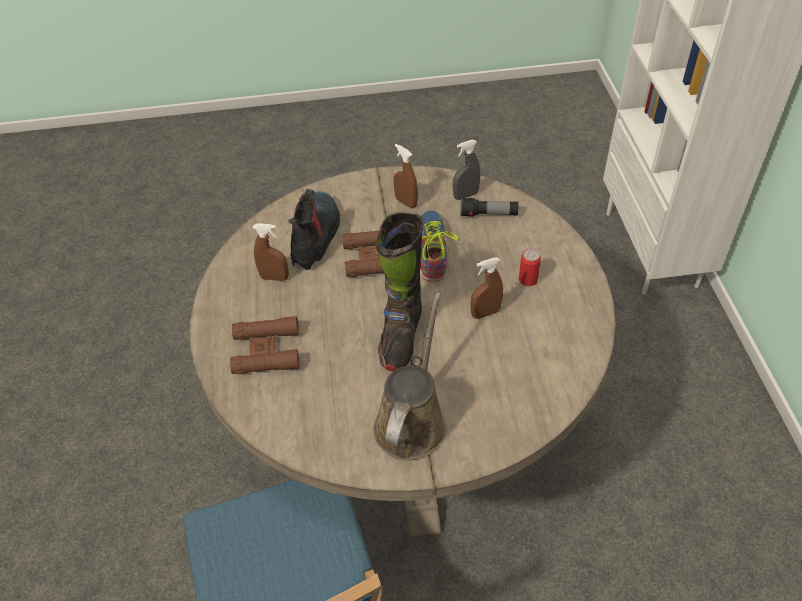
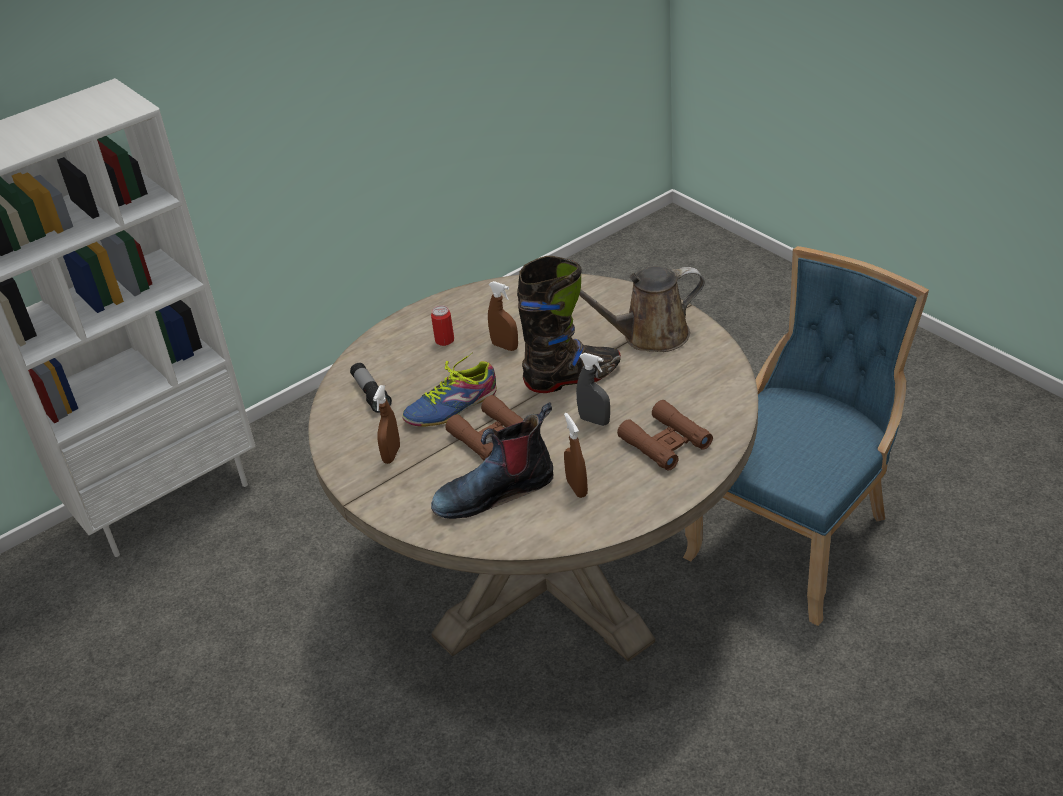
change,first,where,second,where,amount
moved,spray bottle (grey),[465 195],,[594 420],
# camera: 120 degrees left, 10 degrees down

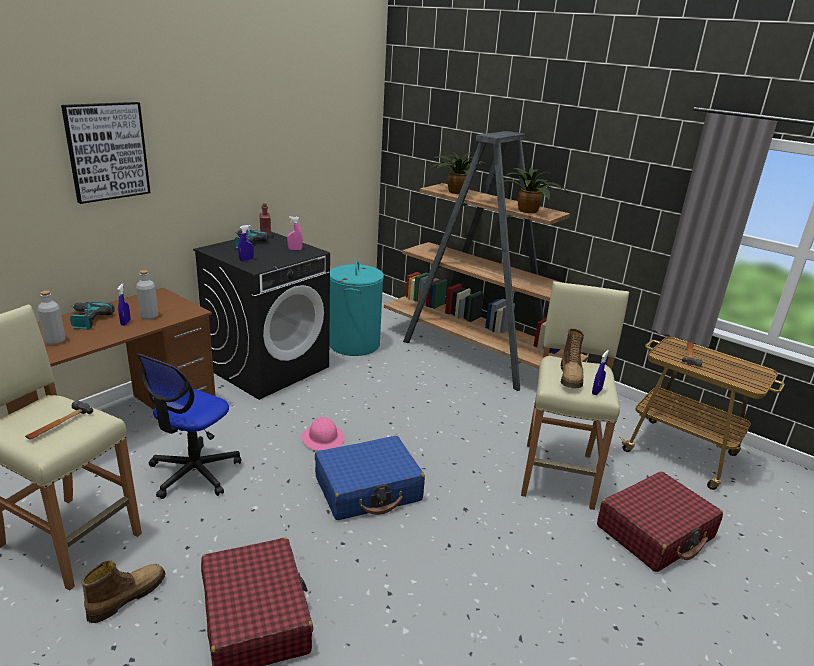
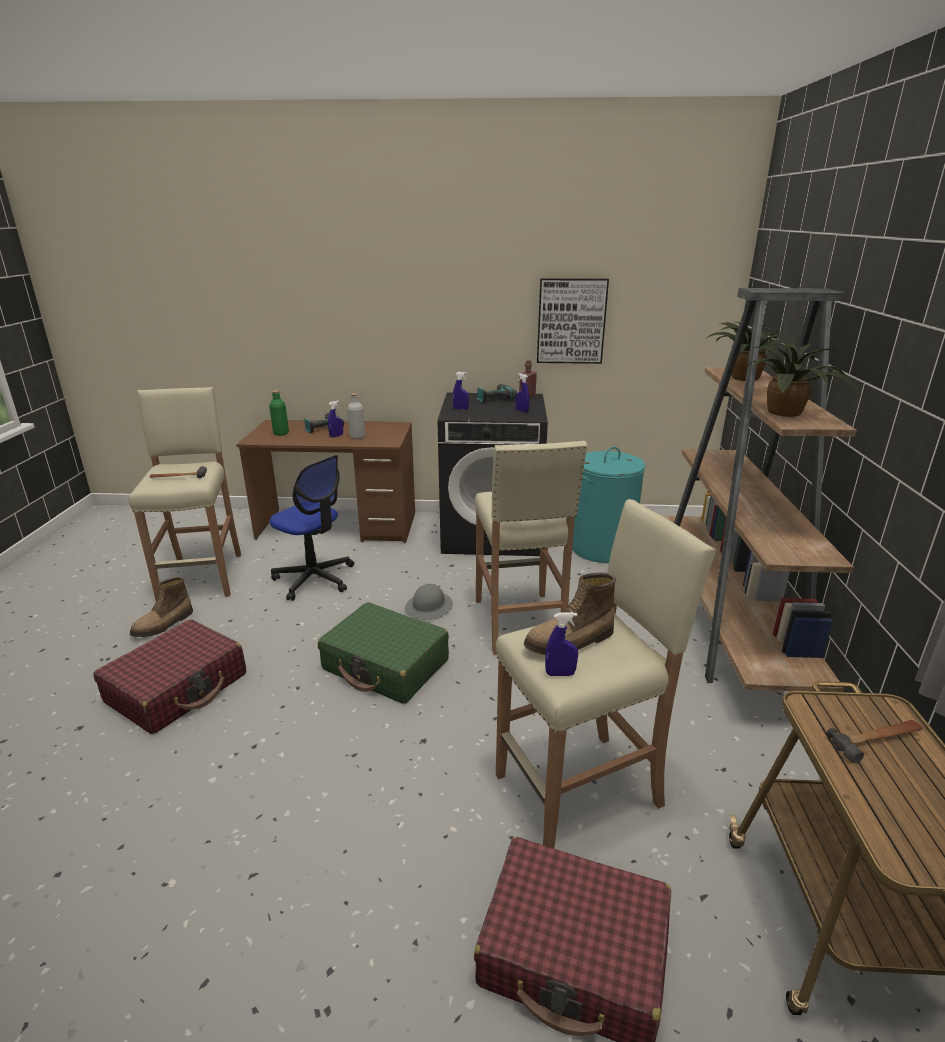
change,first,where,second,where,amount
moved,picture,[107 151],,[571 321],
recoloured,spray bottle (pink),[295 249],spray bottle (blue),[522 411],
recoloured,bottle (grey),[55 341],bottle (green),[281 433],
turned,office chair,[194 473],,[314 579],135 degrees counterclockwise
recoloured,hard hat (pink),[323 438],hard hat (grey),[429 607],
recoloured,suitcase (blue),[368 489],suitcase (green),[386 665],
turned,boot,[126 596],,[164 625],120 degrees clockwise
added,,,stool (beige),[519 623],
# camera: 55 degrees right, 0 degrees up

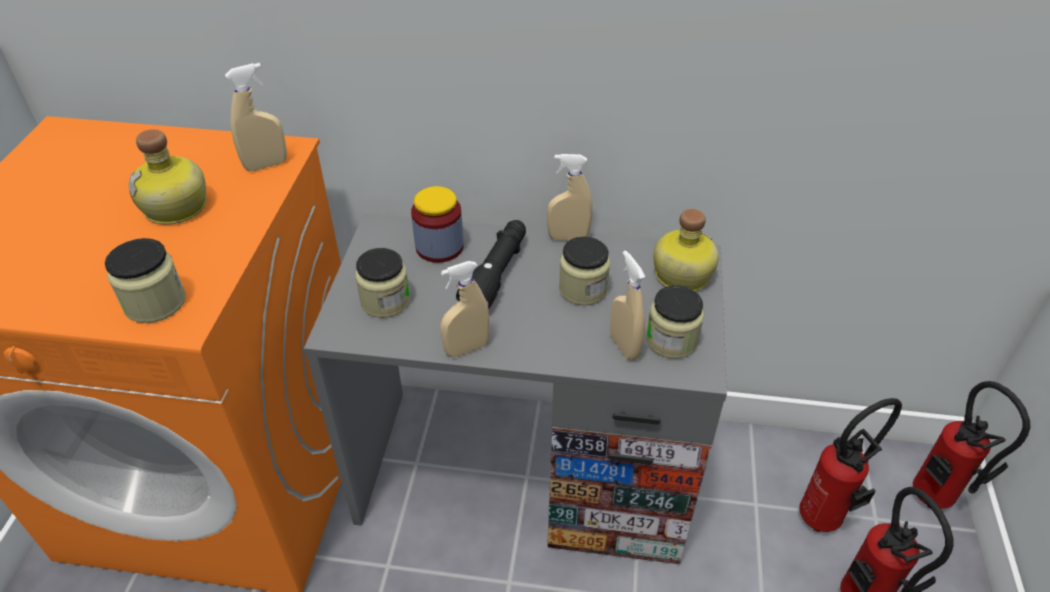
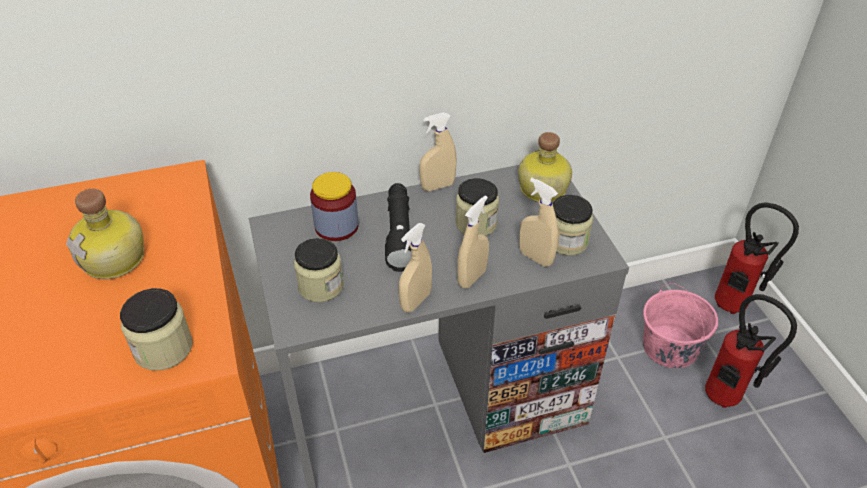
change,first,where,second,where,amount
moved,spray bottle (beige),[266 165],,[472 278],
replaced,fire extinguisher,[826 517],bucket (pink),[670 347],
# camera: 25 degrees left, 0 degrees up

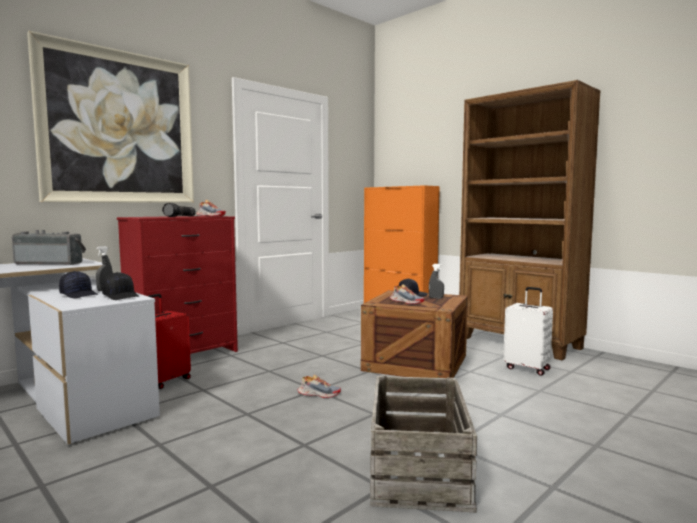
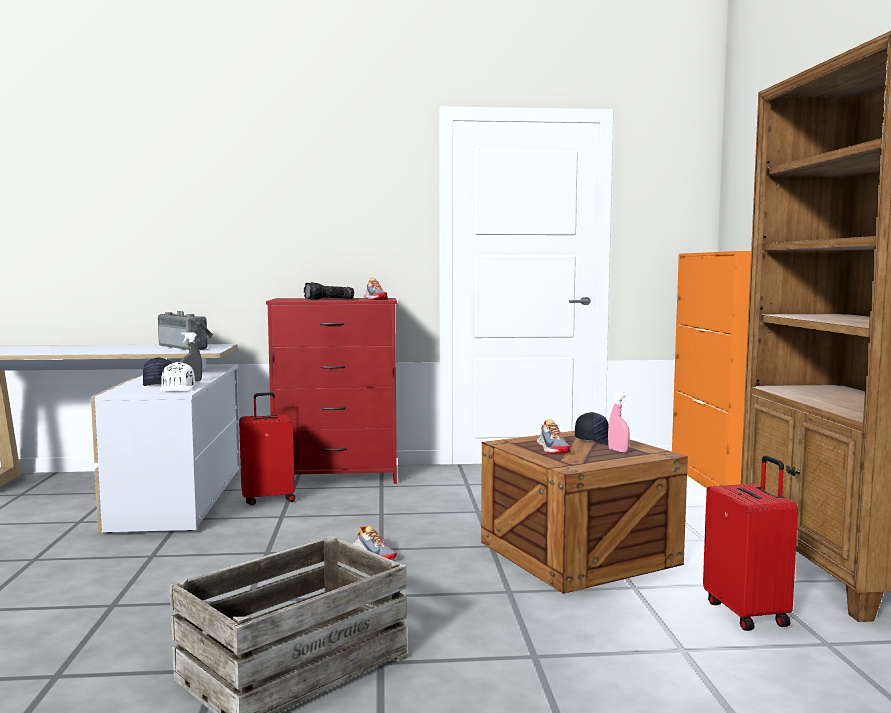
change,first,where,second,where,amount
removed,picture,[119 128],,,
recoloured,spray bottle (grey),[436 298],spray bottle (pink),[618 451],
recoloured,cap (black),[121 296],cap (white),[178 389],
recoloured,suitcase (white),[527 368],suitcase (red),[748 613],
# camera: 40 degrees right, 0 degrees up

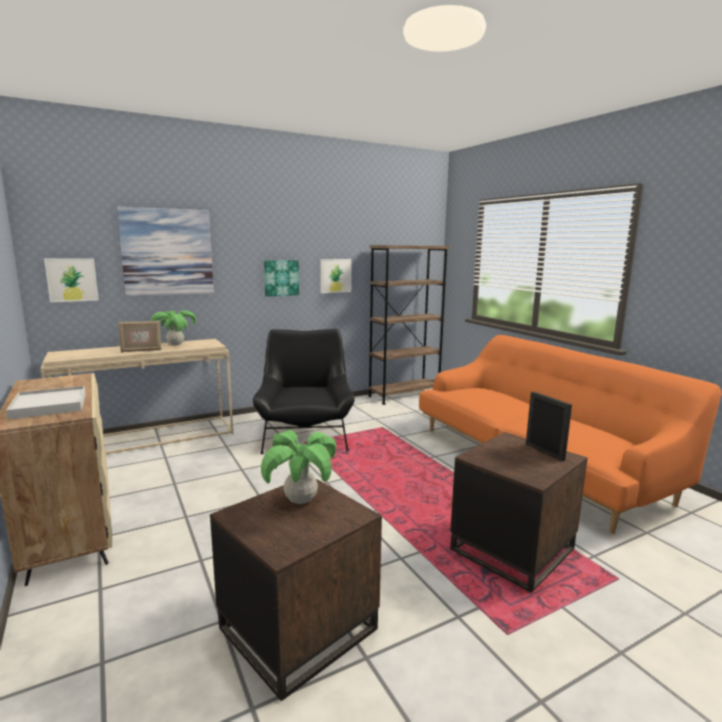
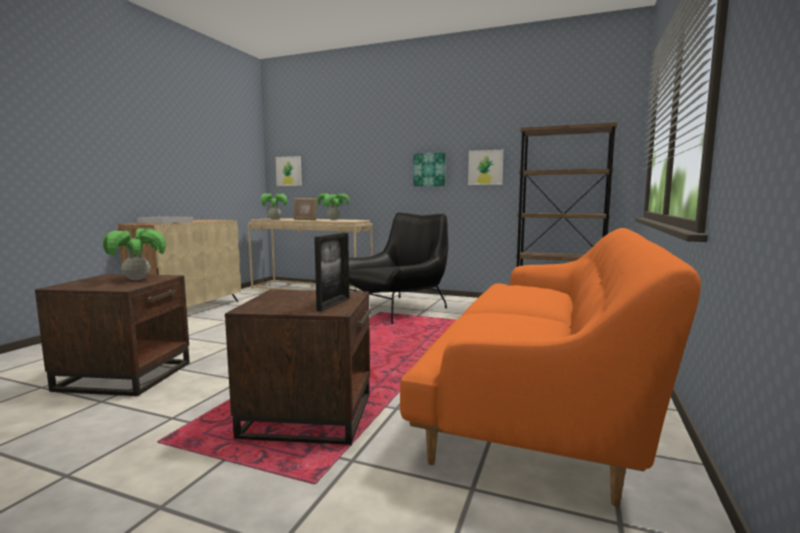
change,first,where,second,where,amount
removed,picture,[167 252],,,
added,,,potted plant,[274 219],
# camera: 50 degrees right, 5 degrees down

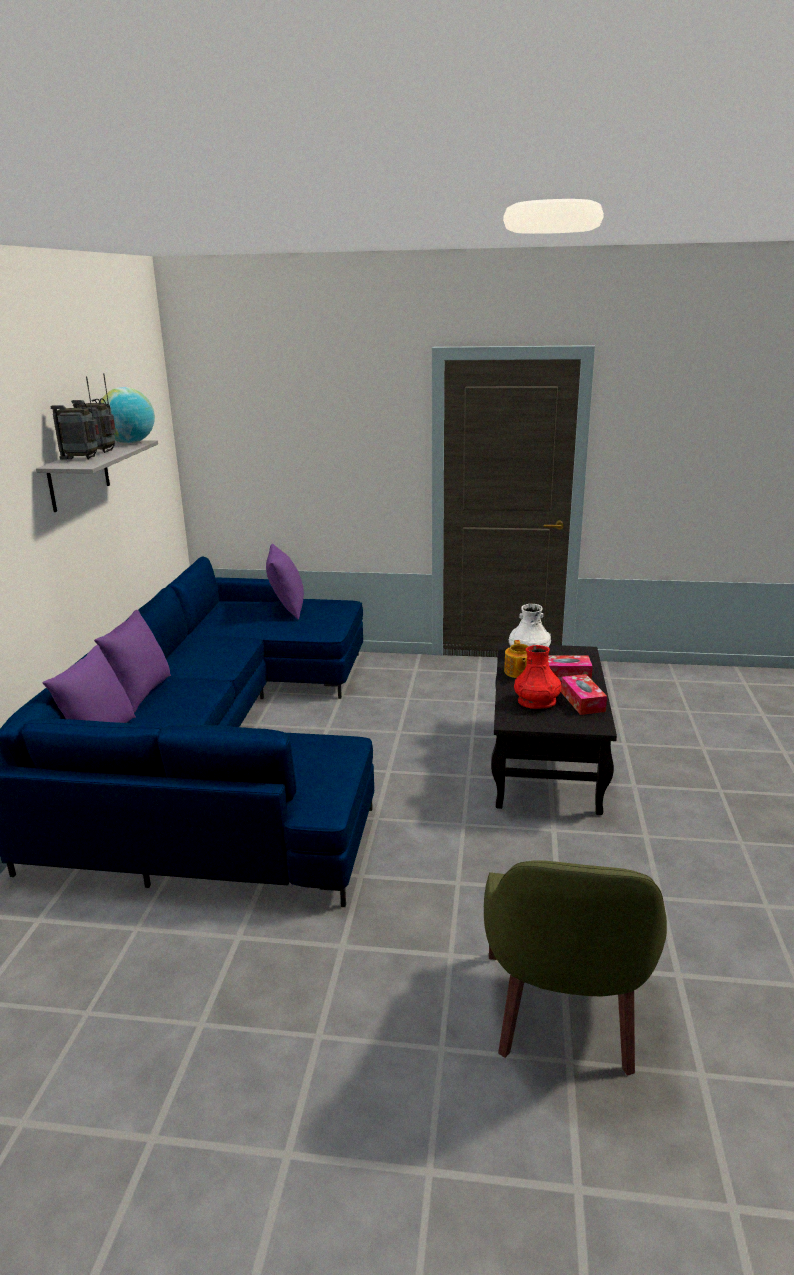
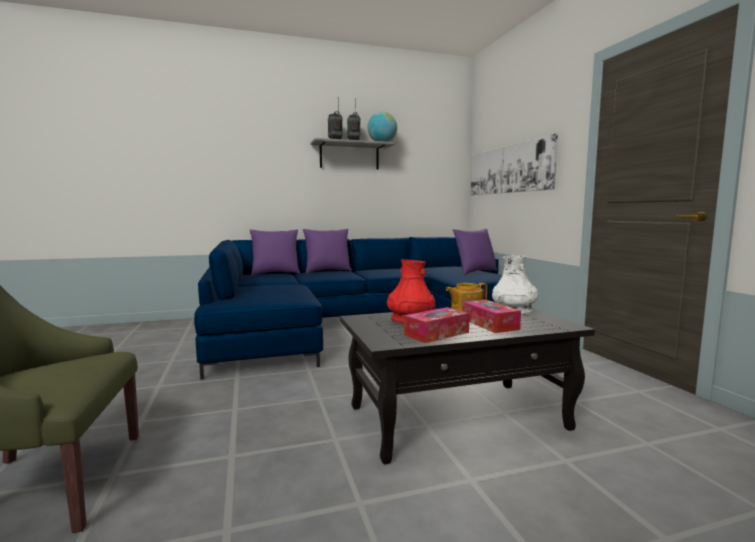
change,first,where,second,where,amount
added,,,picture,[508 169],
# camera: 65 degrees right, 15 degrees down

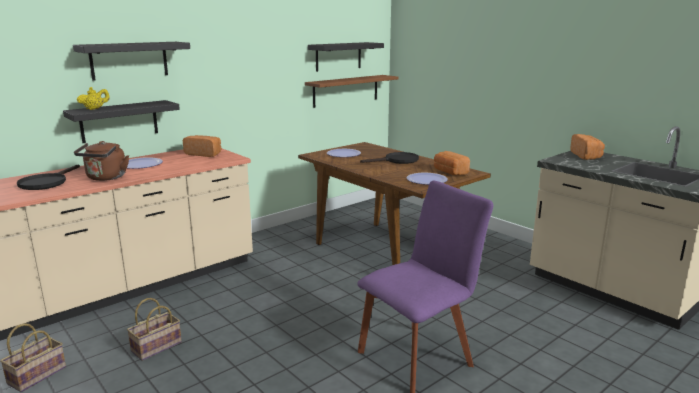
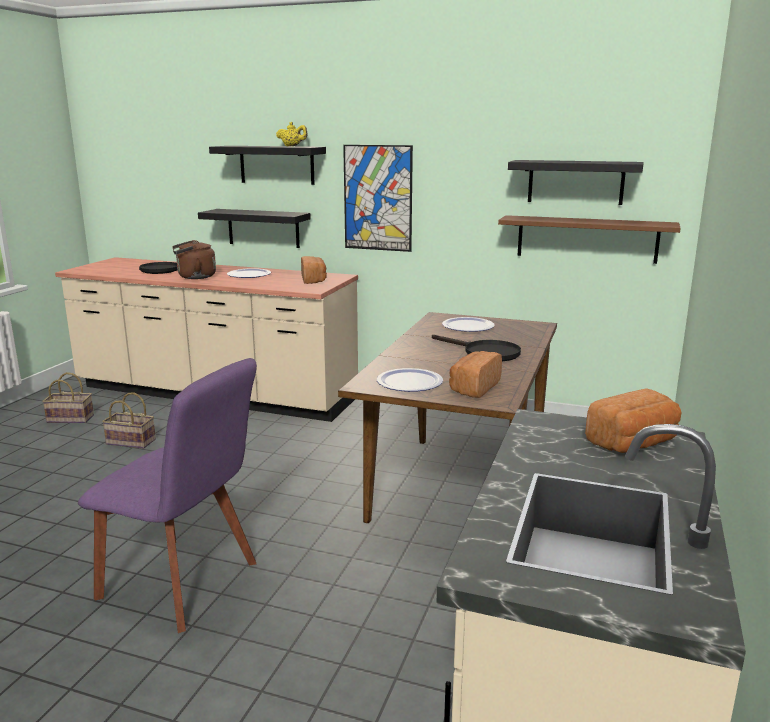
change,first,where,second,where,amount
moved,teapot (yellow),[95 109],,[292 146],
added,,,picture,[378 198],
# camera: 60 degrees right, 0 degrees up

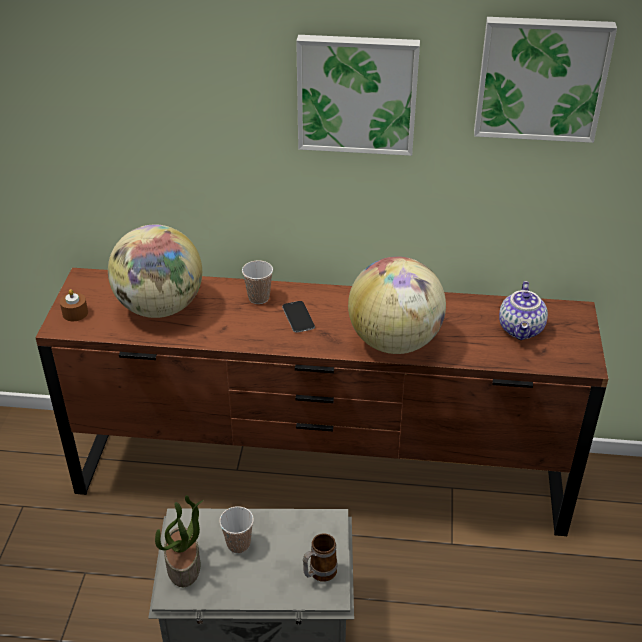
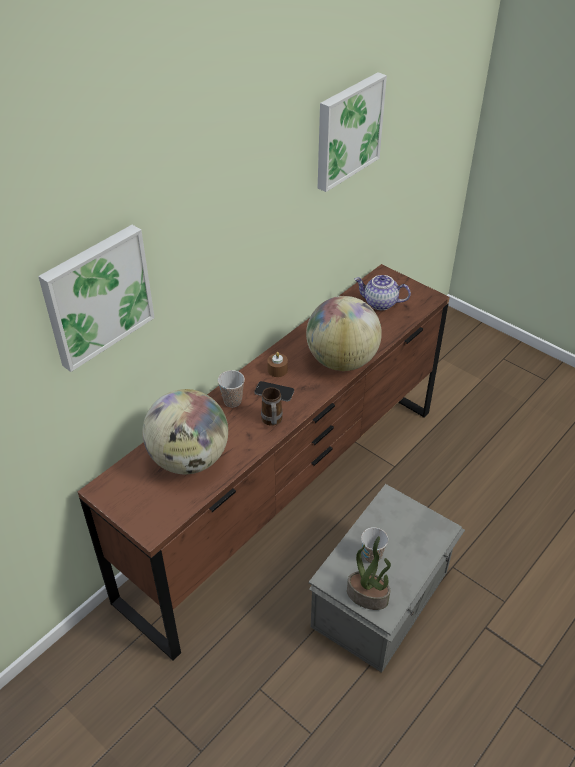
change,first,where,second,where,amount
moved,picture,[357 93],,[96 295],
turned,teapot,[522 329],,[380 303],150 degrees clockwise
moved,candle (brown),[75 313],,[277 370],
moved,mug,[319 574],,[272 422],
# camera: 55 degrees left, 5 degrees up

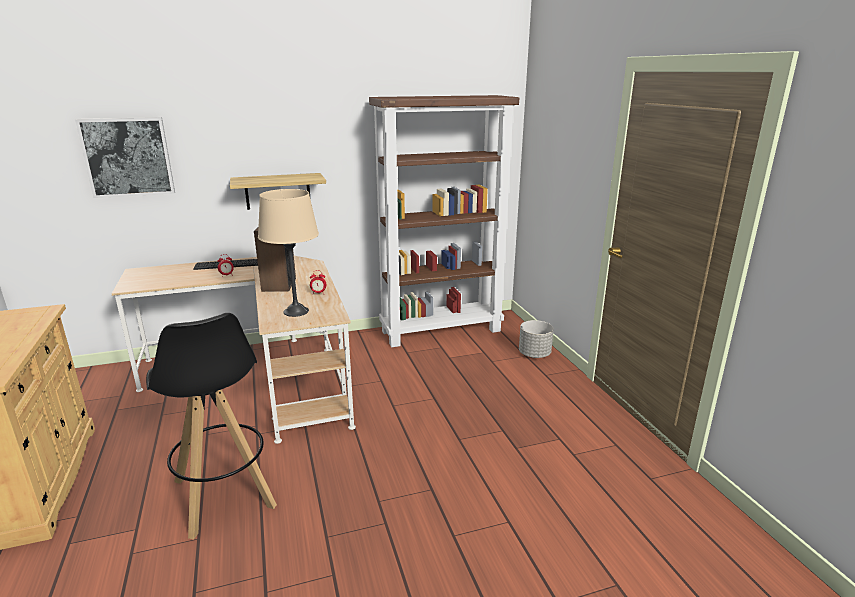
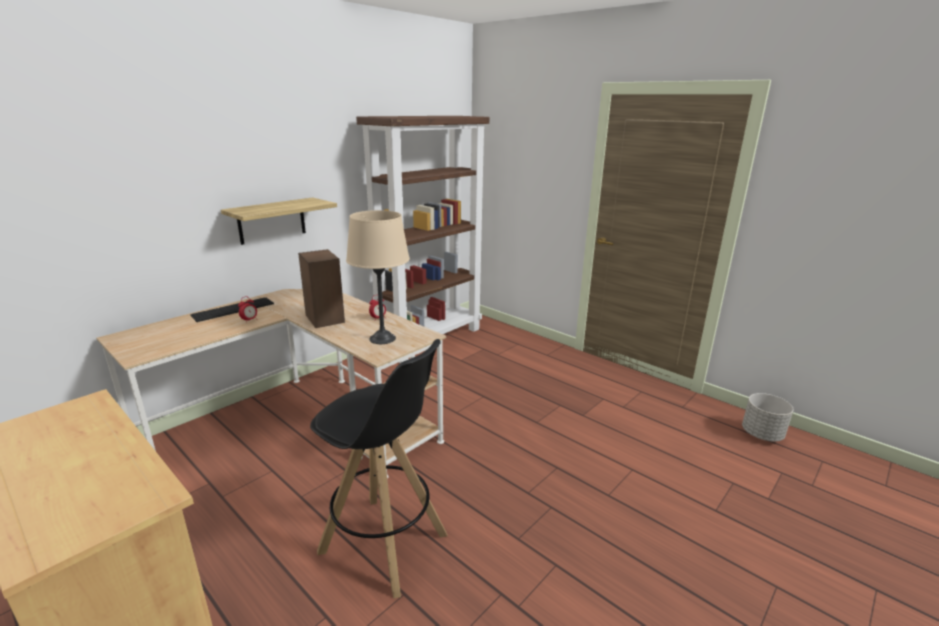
change,first,where,second,where,amount
removed,picture,[128 157],,,
moved,planter (grey),[534 354],,[762 434],
# camera: 30 degrees left, 0 degrees up

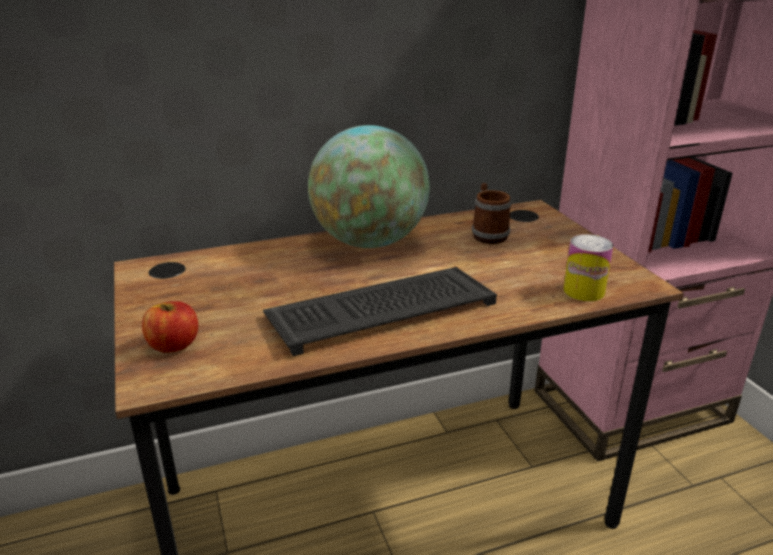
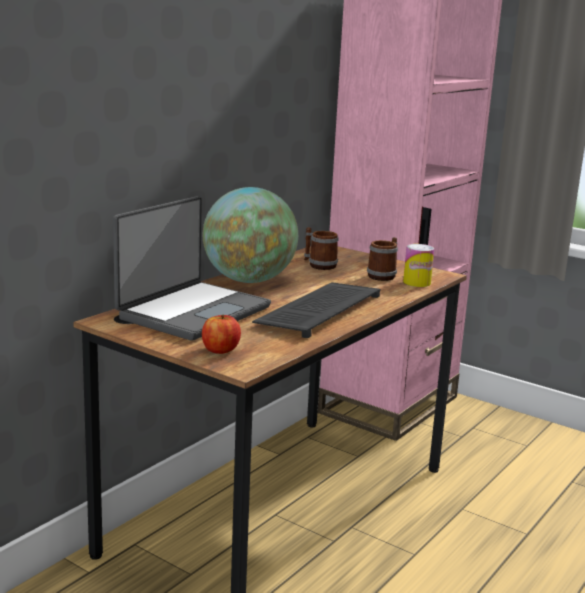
change,first,where,second,where,amount
added,,,laptop,[192 312],
added,,,mug,[384 275],
# camera: 35 degrees left, 10 degrees down

